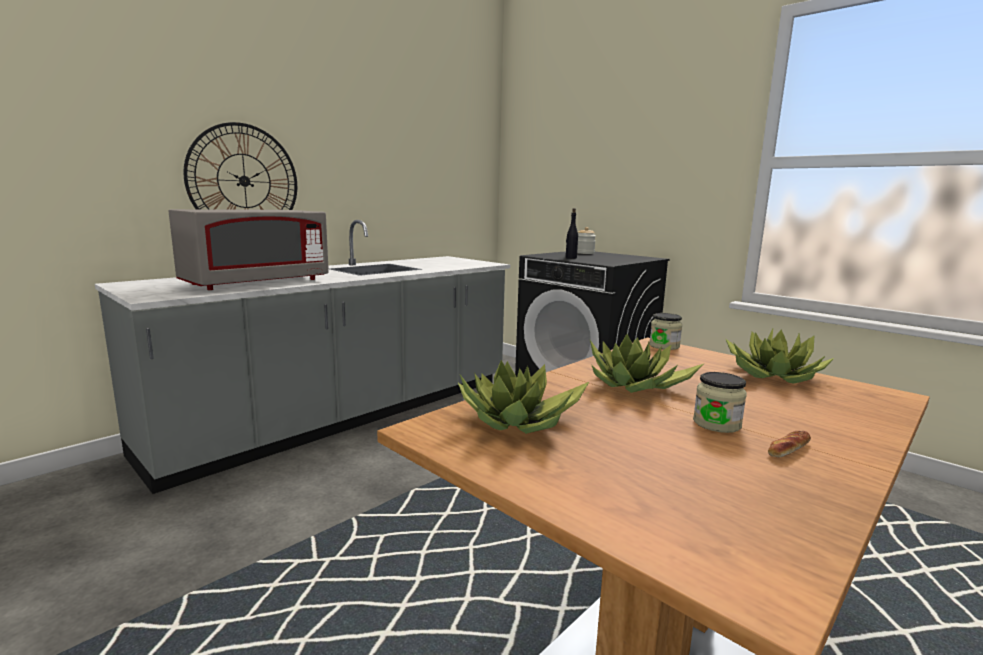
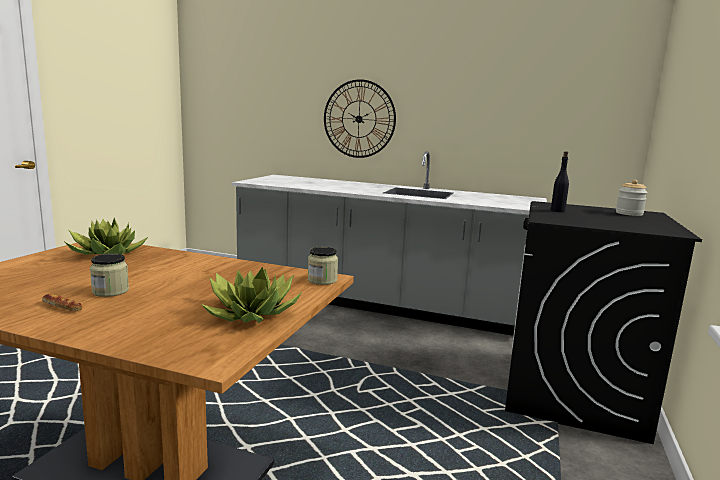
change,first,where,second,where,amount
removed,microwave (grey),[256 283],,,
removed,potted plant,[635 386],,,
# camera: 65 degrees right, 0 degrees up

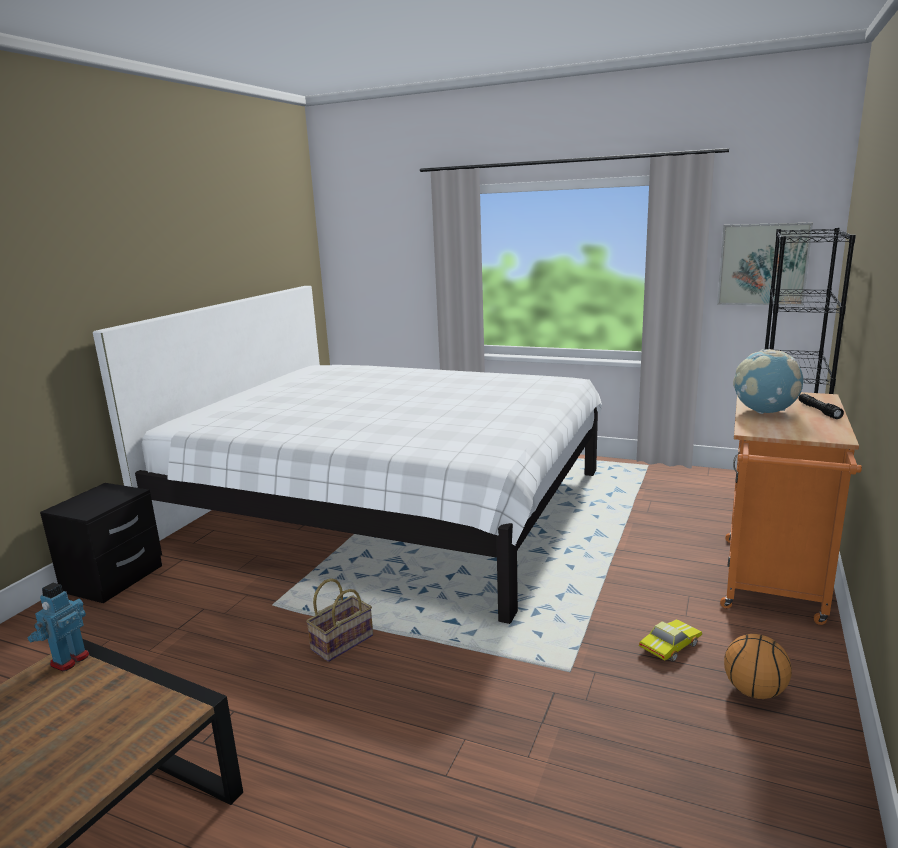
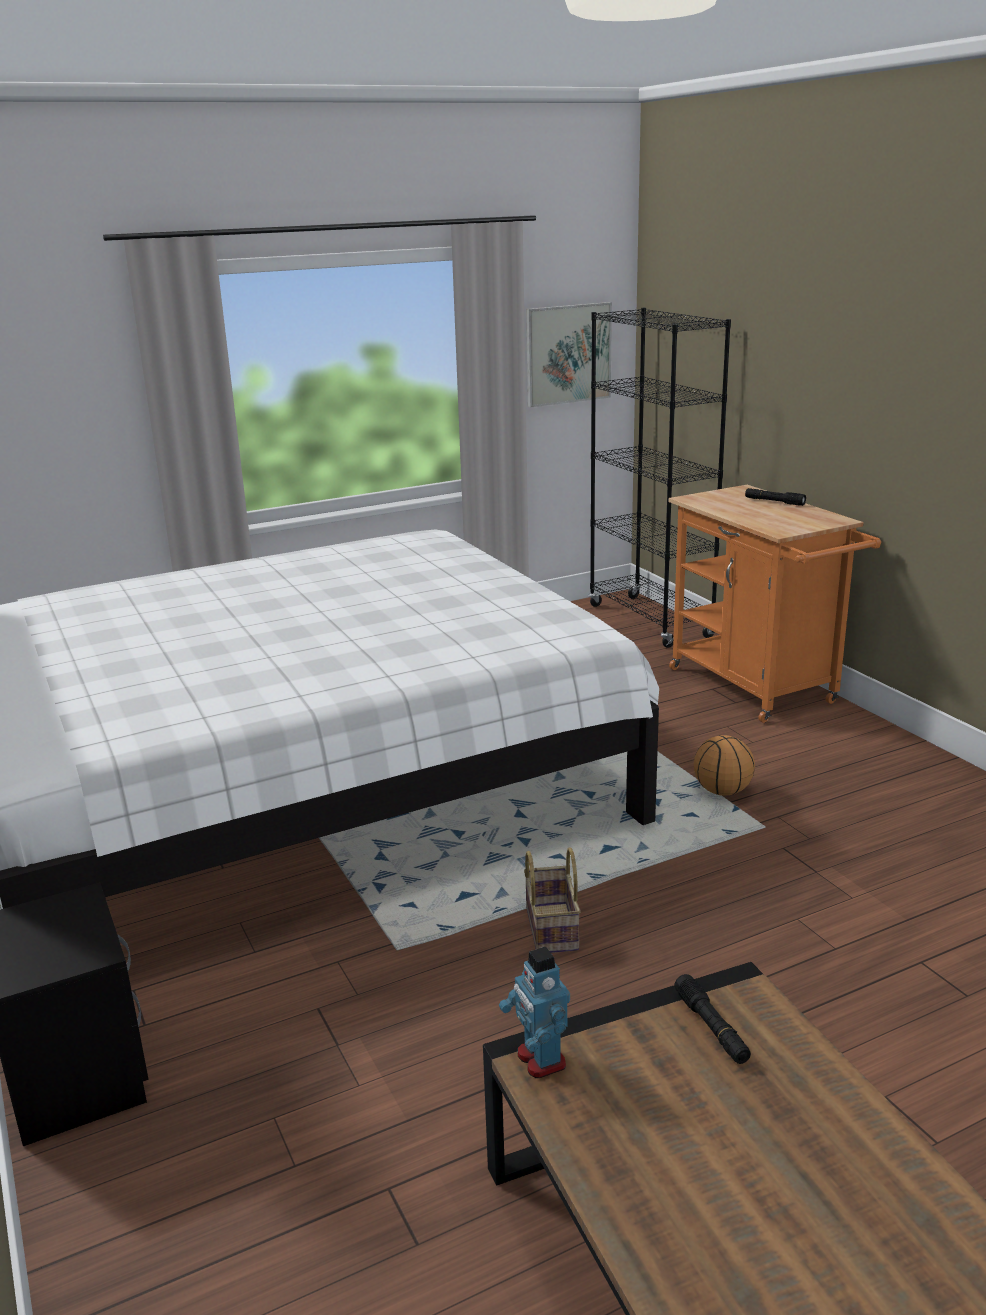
change,first,where,second,where,amount
removed,globe,[765 411],,,
removed,toy car,[668 645],,,
moved,basketball,[754 692],,[723 791],
added,,,flashlight (black),[711 1027],
# camera: 50 degrees left, 5 degrees up

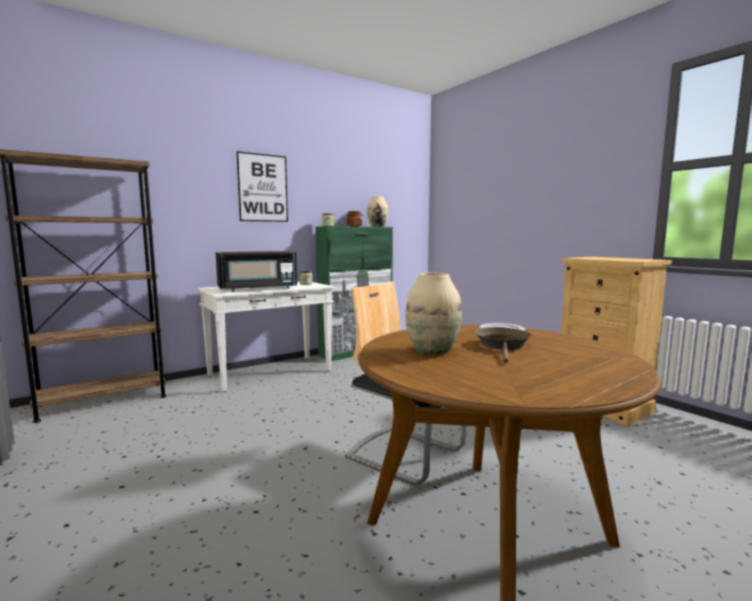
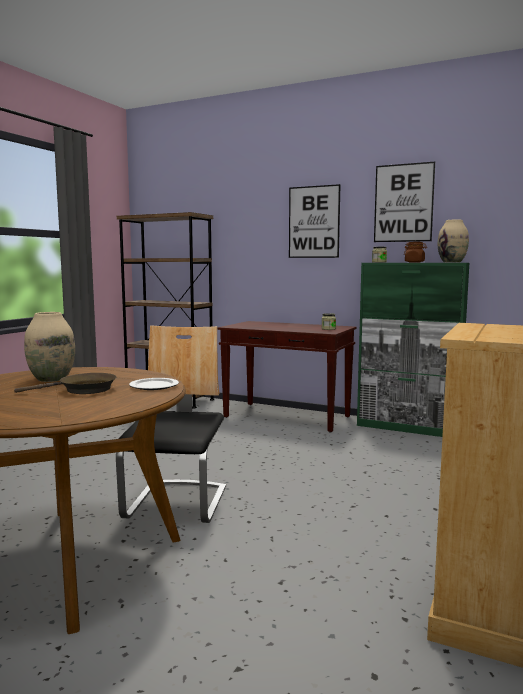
change,first,where,second,where,amount
removed,microwave (black),[258 289],,,
recoloured,console table (white),[271 372],console table (brown),[288 417],
added,,,picture,[403 203],
# camera: 60 degrees right, 0 degrees up

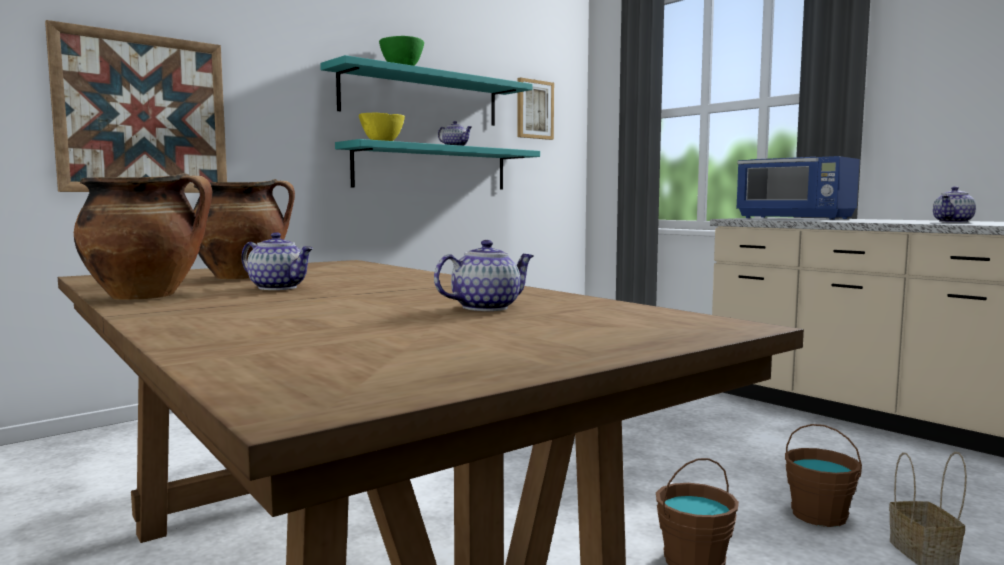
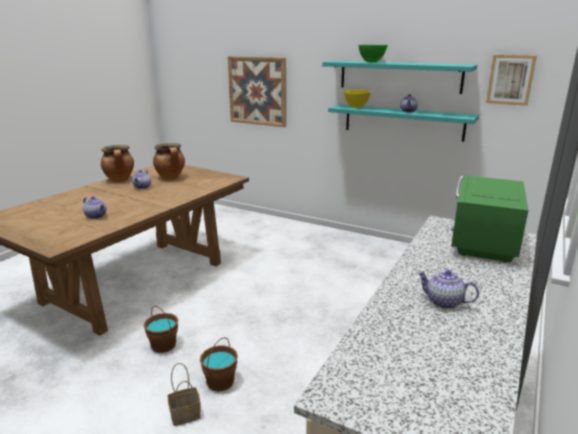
change,first,where,second,where,amount
recoloured,microwave (blue),[796 218],microwave (green),[482 242],
# camera: 70 degrees right, 15 degrees up

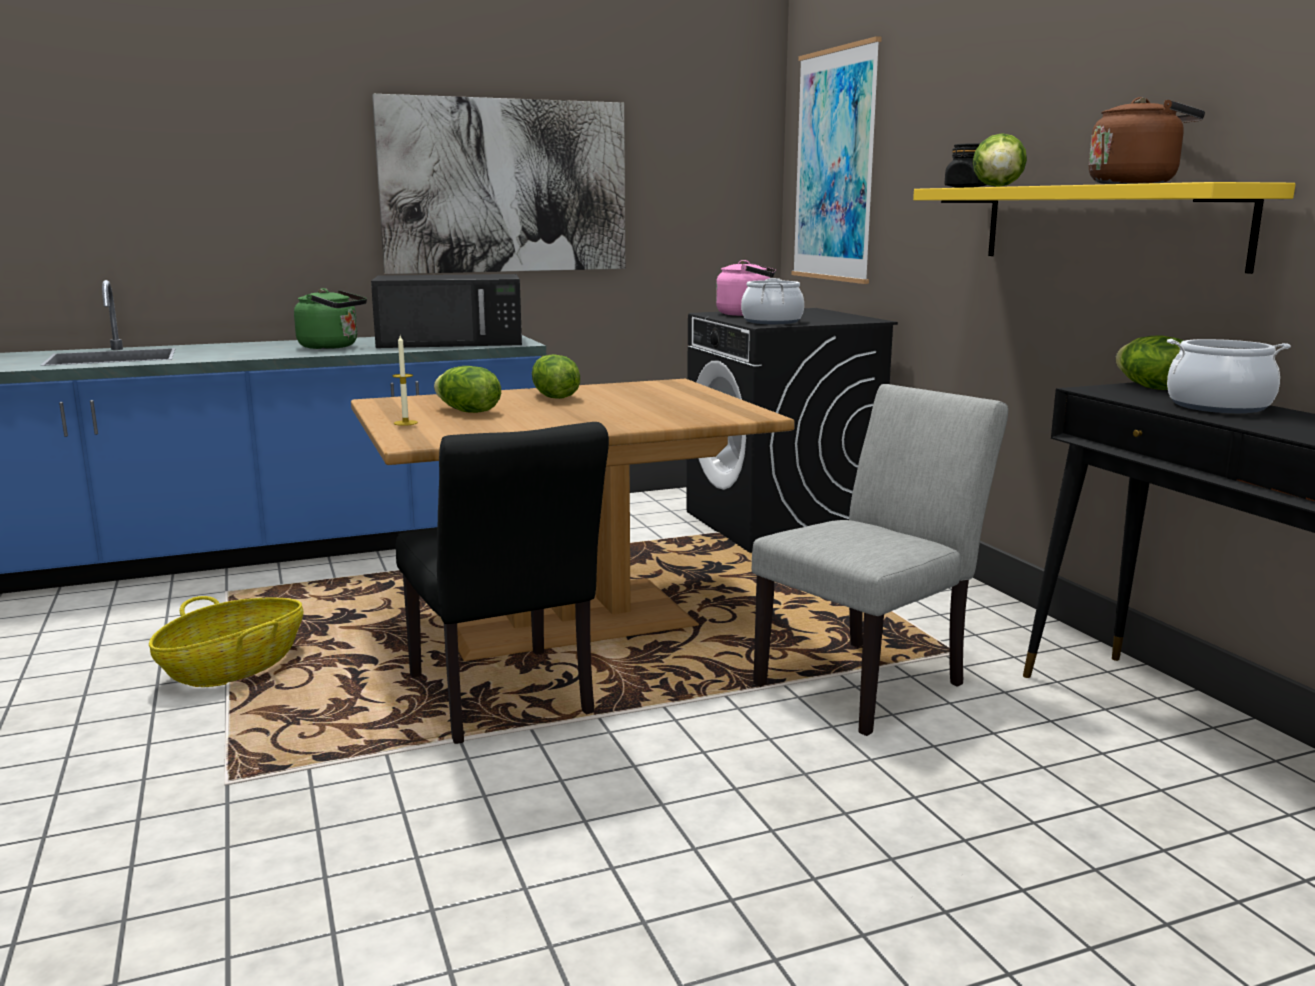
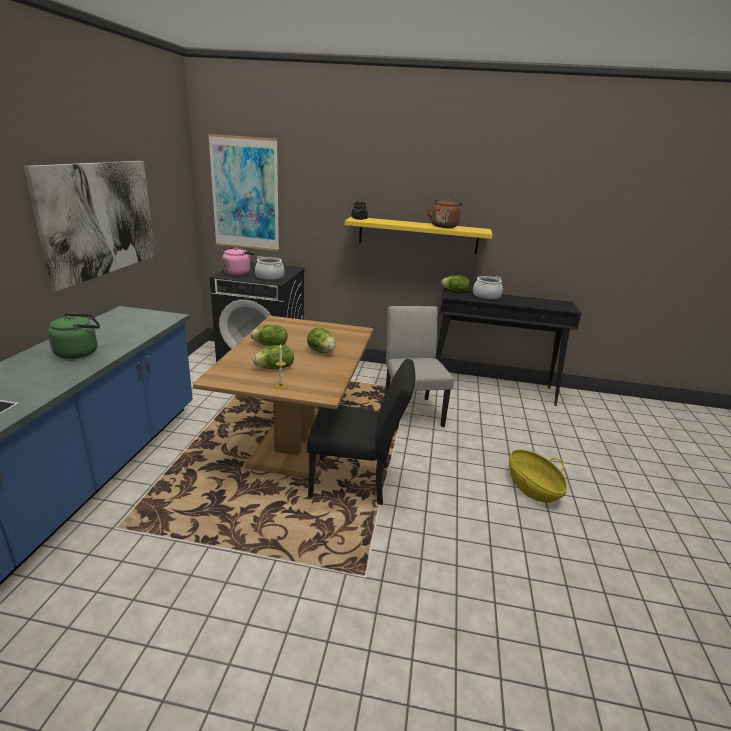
change,first,where,second,where,amount
moved,lettuce,[997 186],,[321 351],
removed,microwave (black),[452 341],,,
moved,basket,[234 668],,[532 487],
# camera: 60 degrees left, 10 degrees up

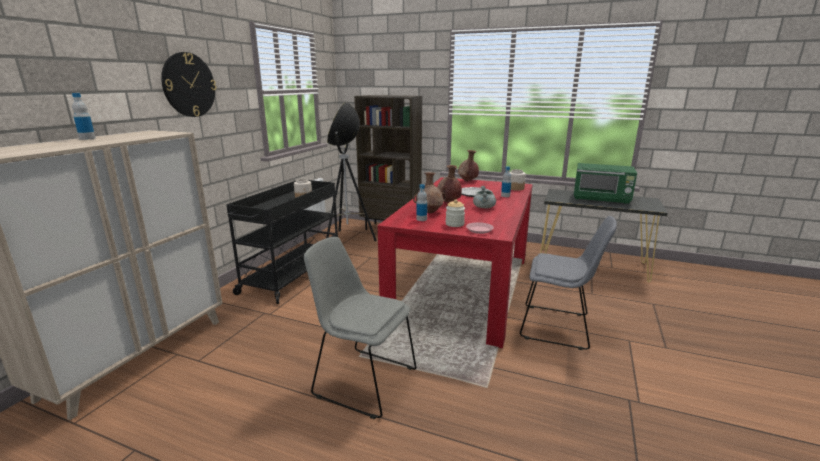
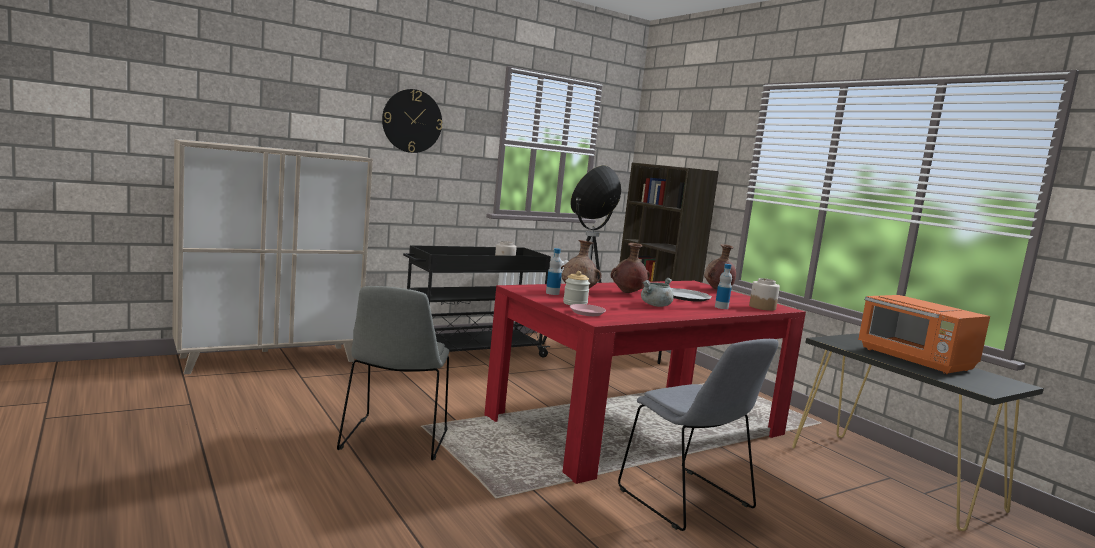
change,first,where,second,where,amount
removed,bottle,[87 138],,,
recoloured,microwave (green),[601 199],microwave (orange),[915 360],
turned,chair (grey),[362 380],,[394 441],150 degrees counterclockwise
# camera: 35 degrees right, 10 degrees down

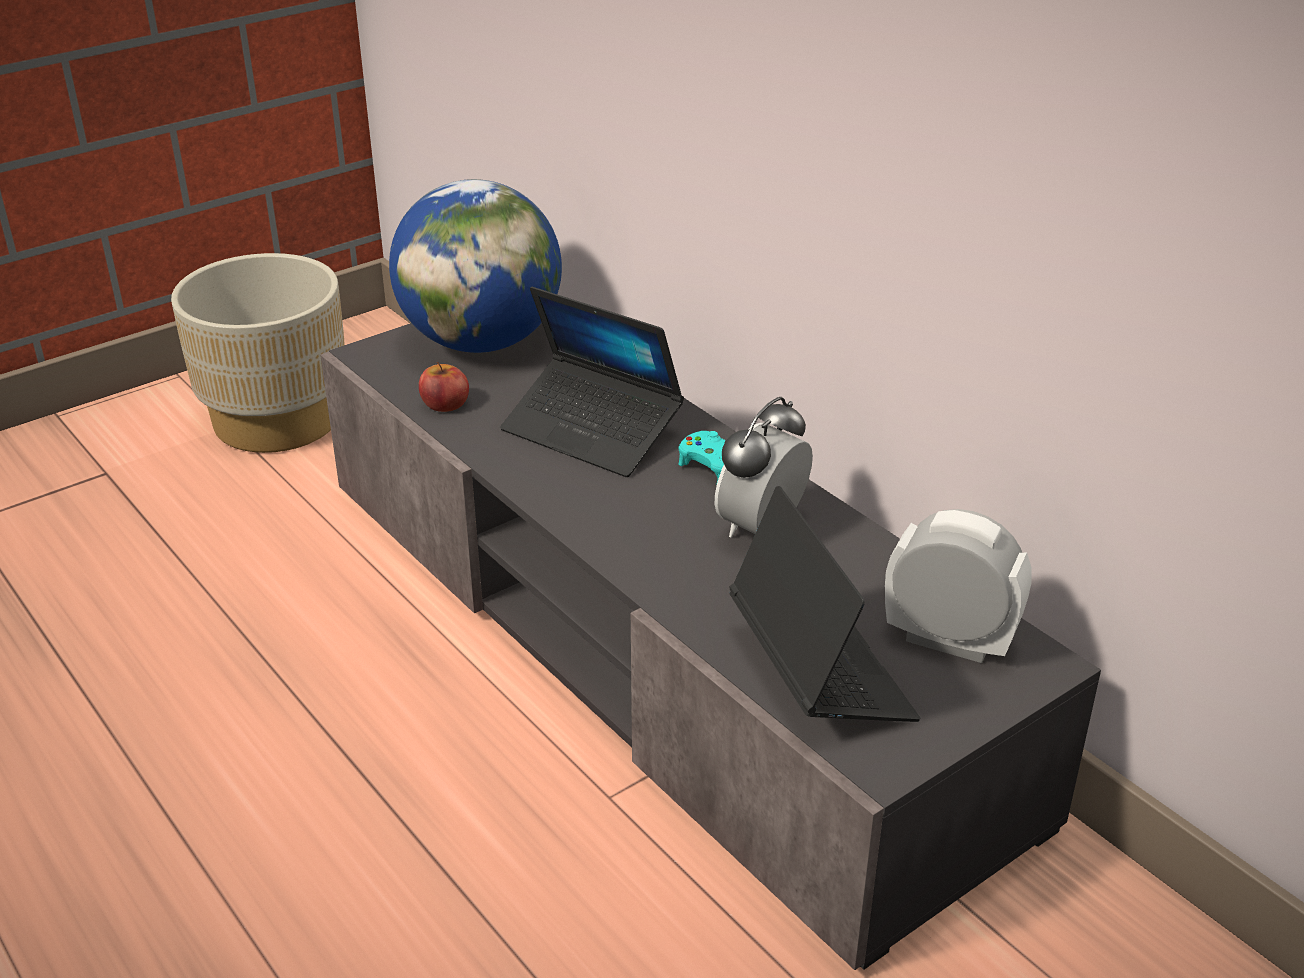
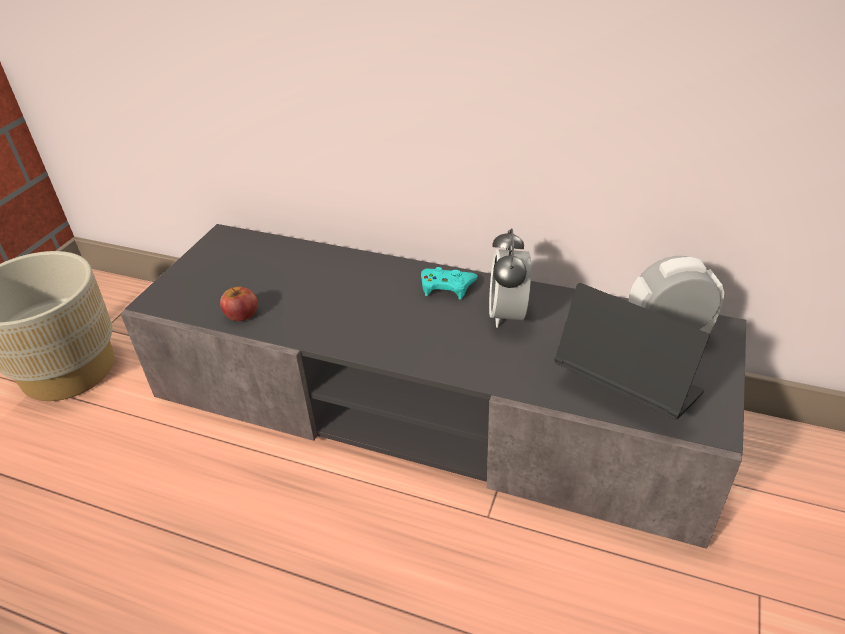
change,first,where,second,where,amount
removed,globe,[481 341],,,
removed,laptop,[592 431],,,
# camera: 30 degrees left, 5 degrees up

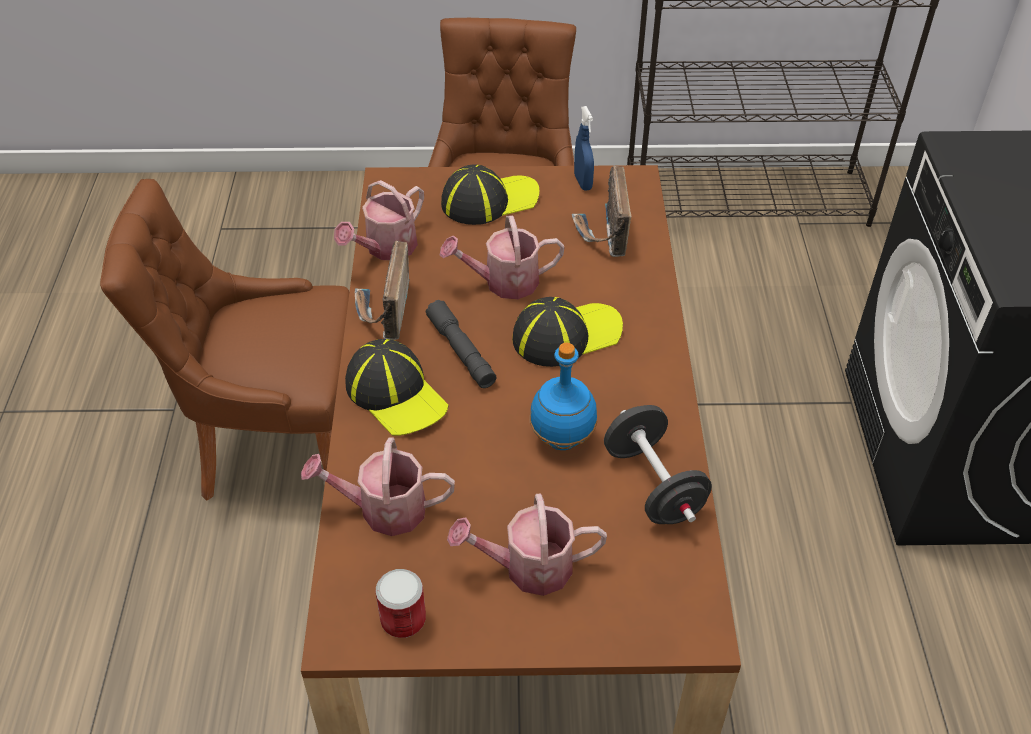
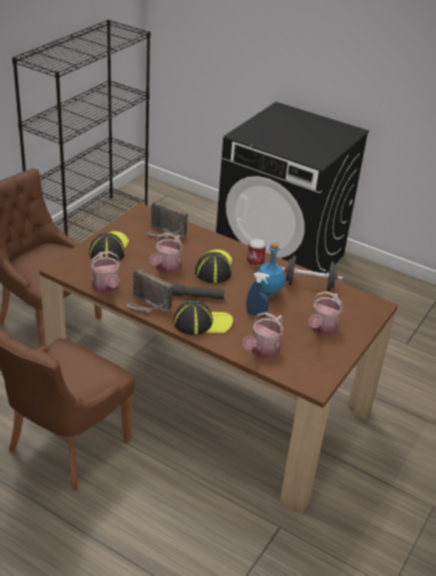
change,first,where,second,where,amount
moved,spray bottle (blue),[583 182],,[256 314],
moved,can,[403 619],,[255 261],
# camera: 60 degrees left, 10 degrees down

